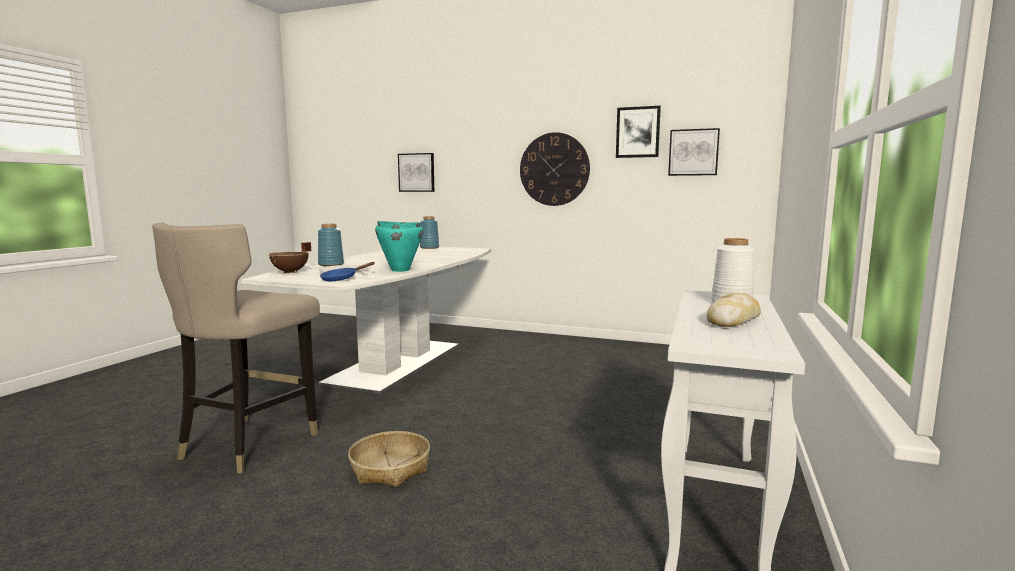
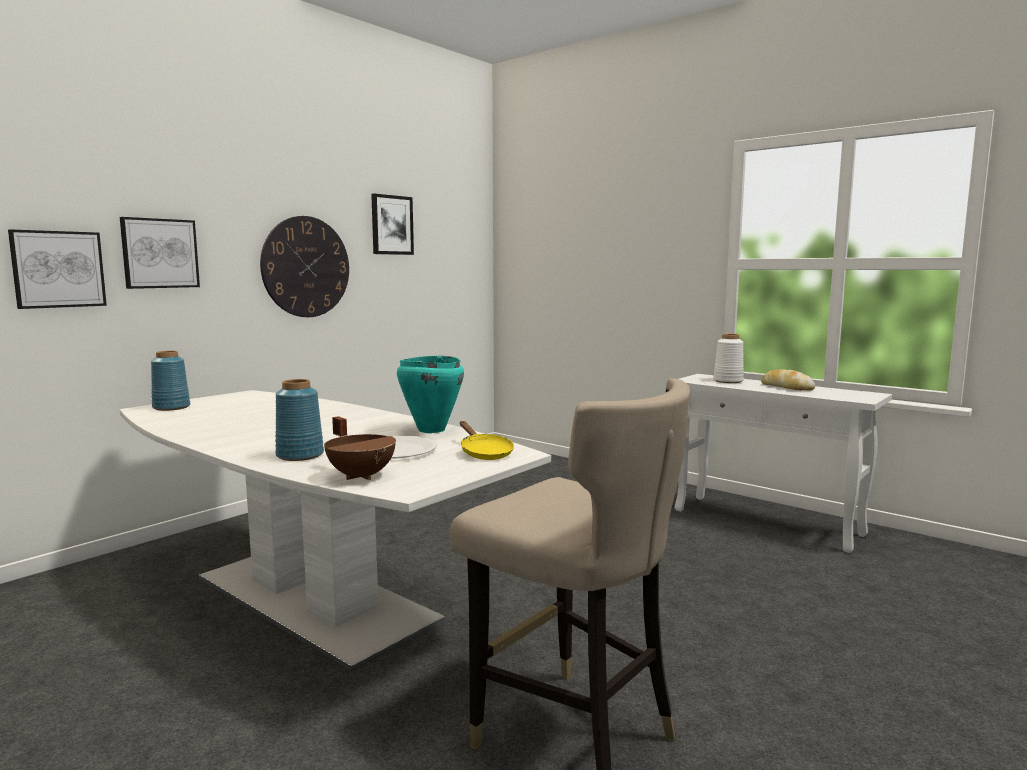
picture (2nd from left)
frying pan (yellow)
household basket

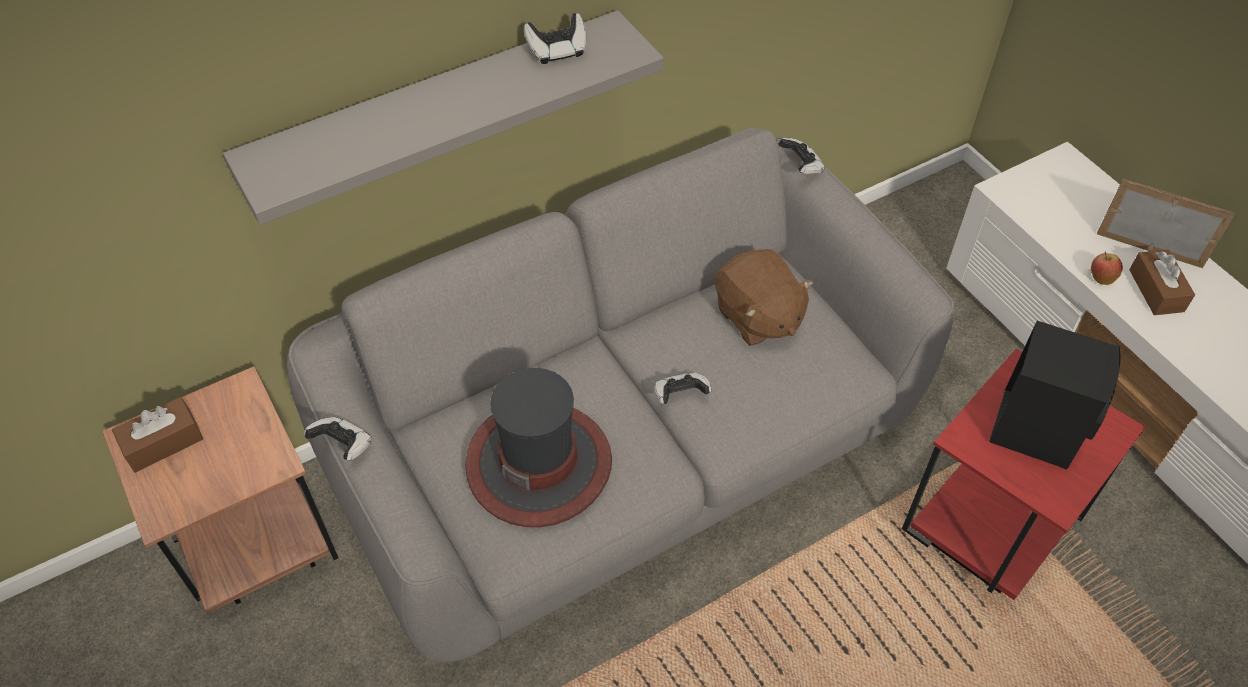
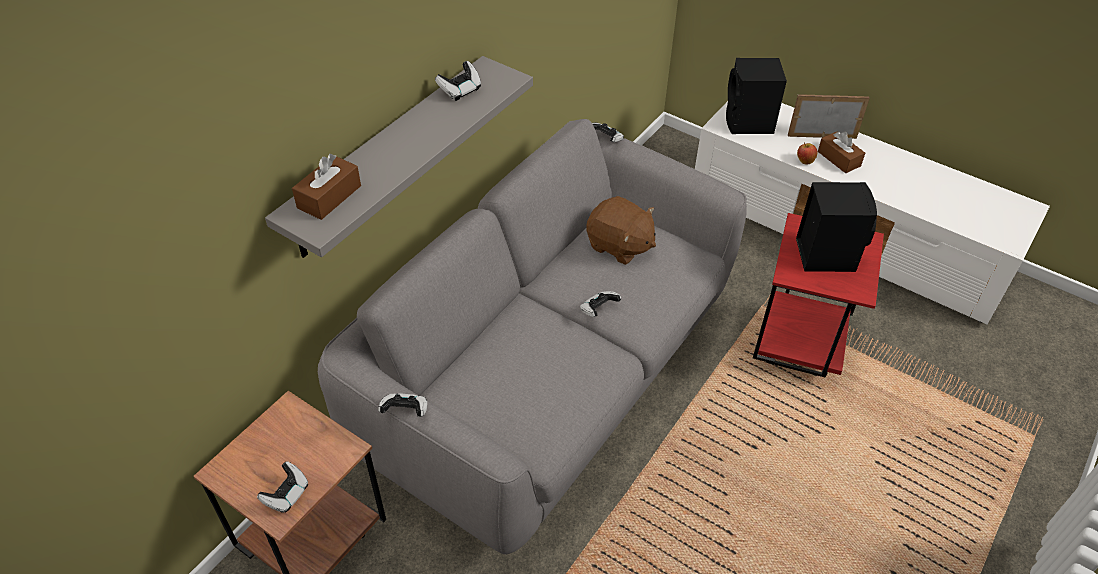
joypad (1st from left)
tissue holder (brownish) (1st from left)
loudspeaker (black-coloured) (1st from left)
wearable hat

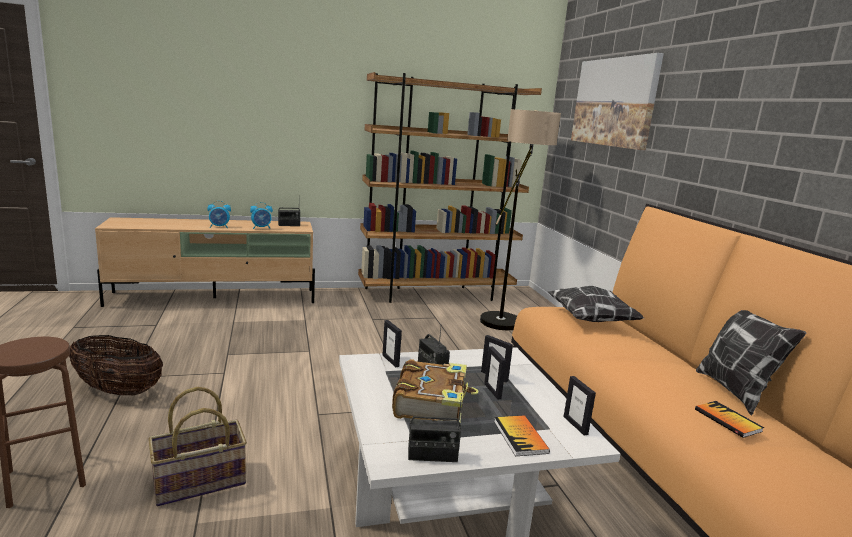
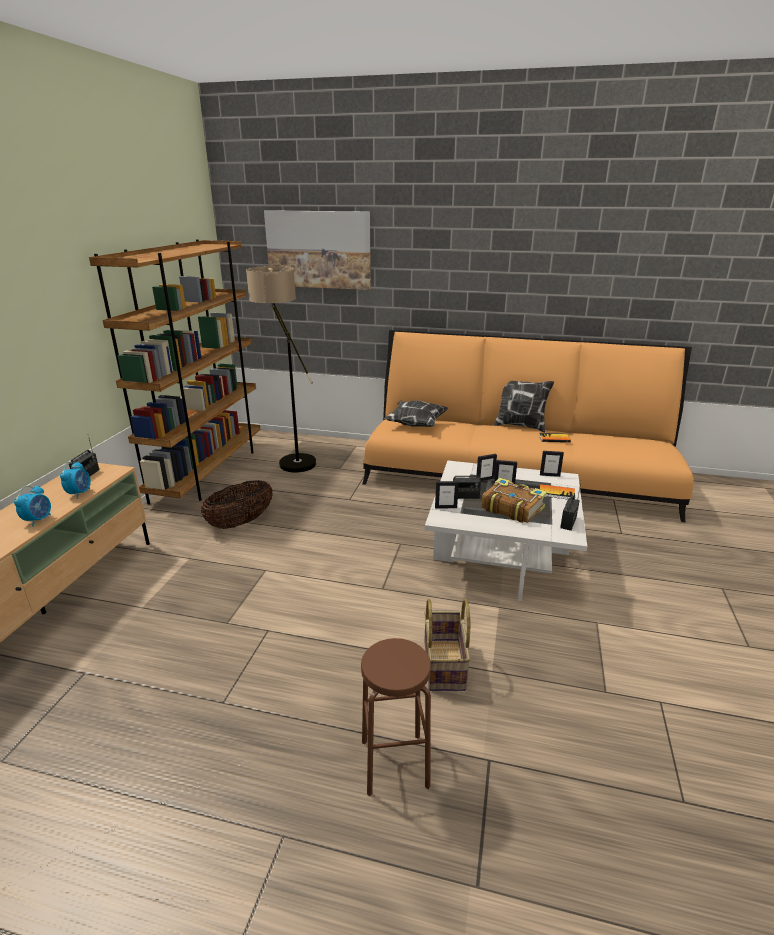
household basket (1st from left)

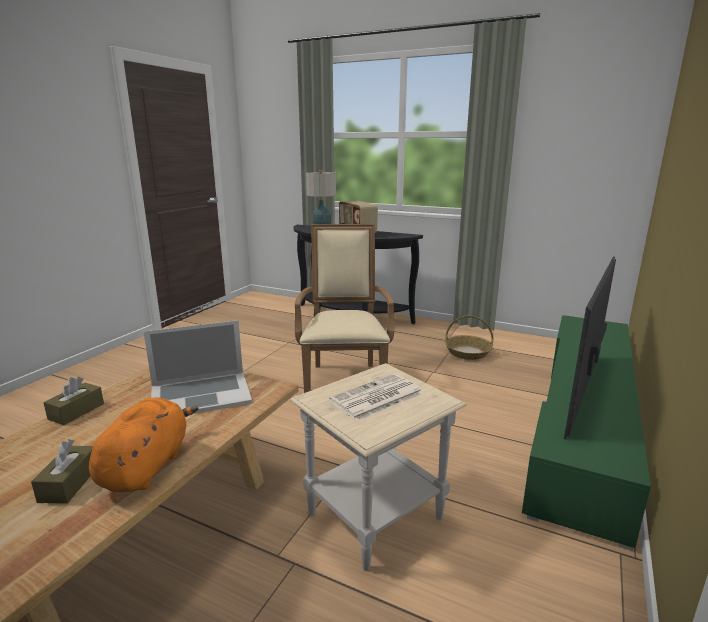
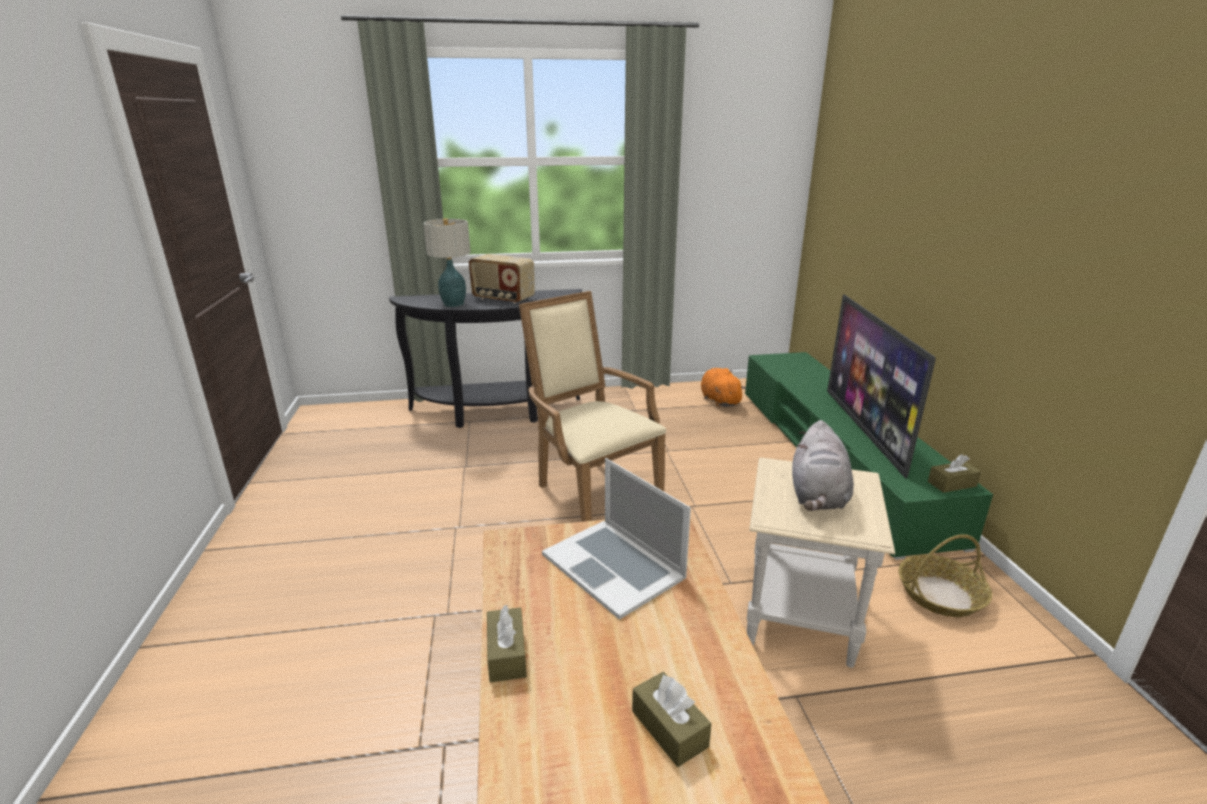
laptop
soft toy (orange)
soft toy (grey)
household basket
tissue holder (brownish) (3rd from left)

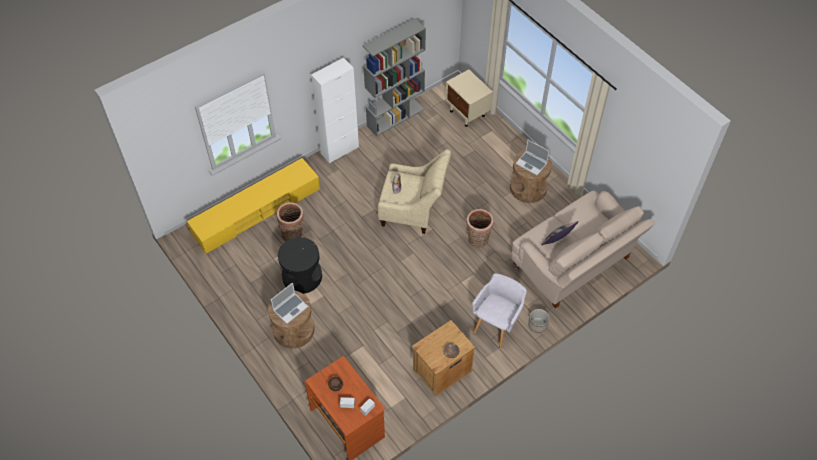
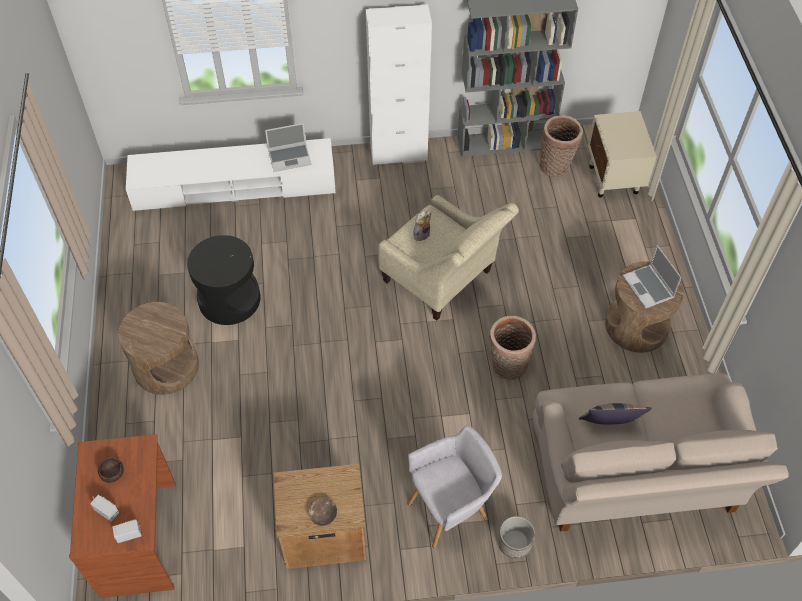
tv unit (whitish)
laptop (1st from left)
household basket (2nd from left)

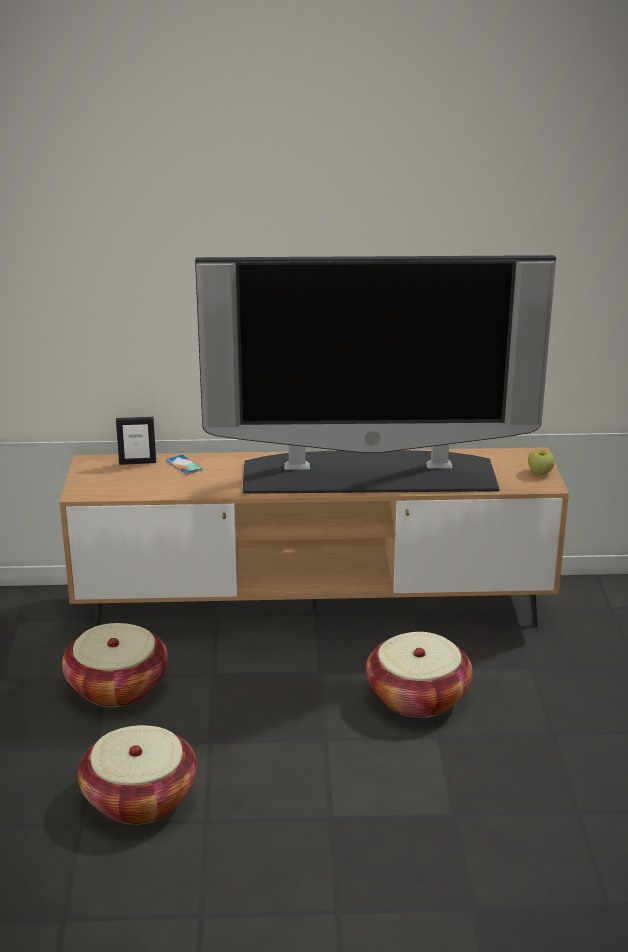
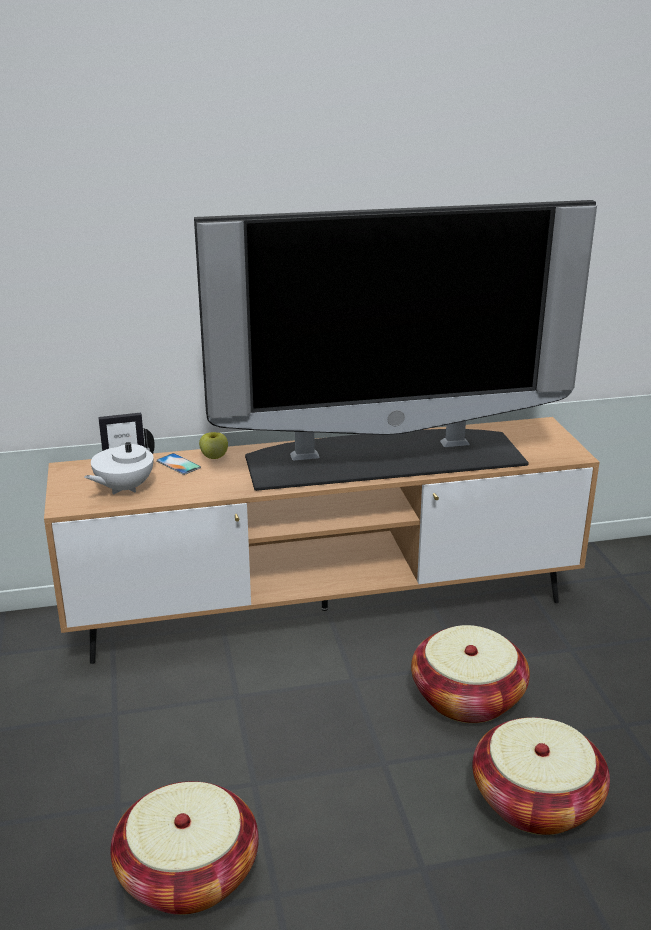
tea pot (whitish)
apple fruit
household basket (3rd from left)

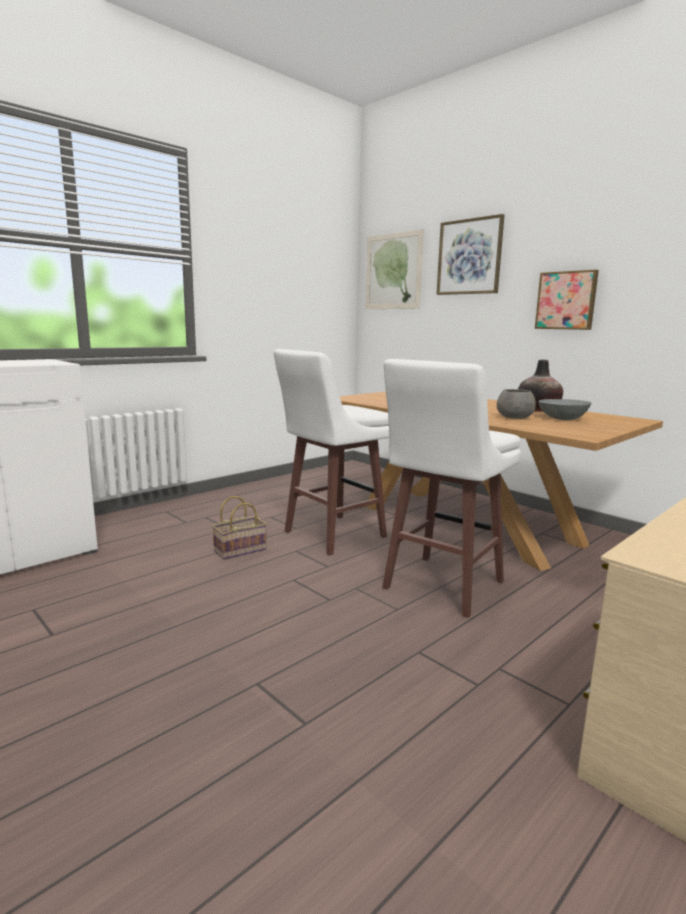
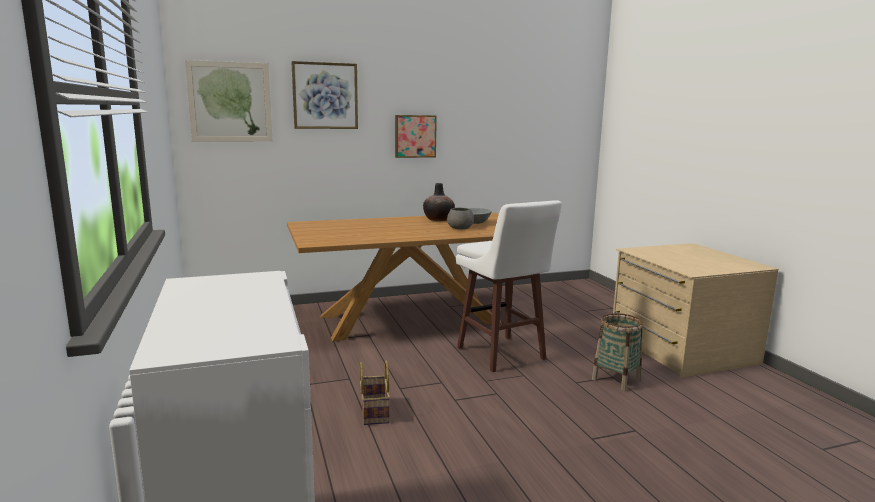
household basket (2nd from left)
stool (whitish) (1st from left in the first image)

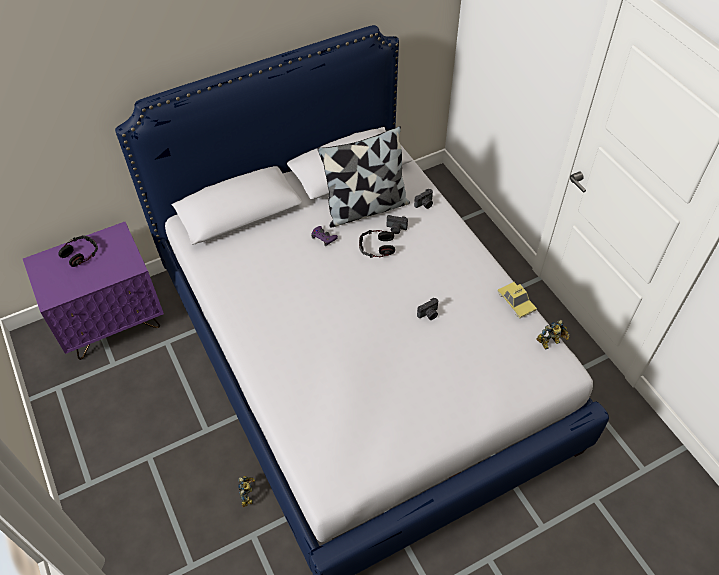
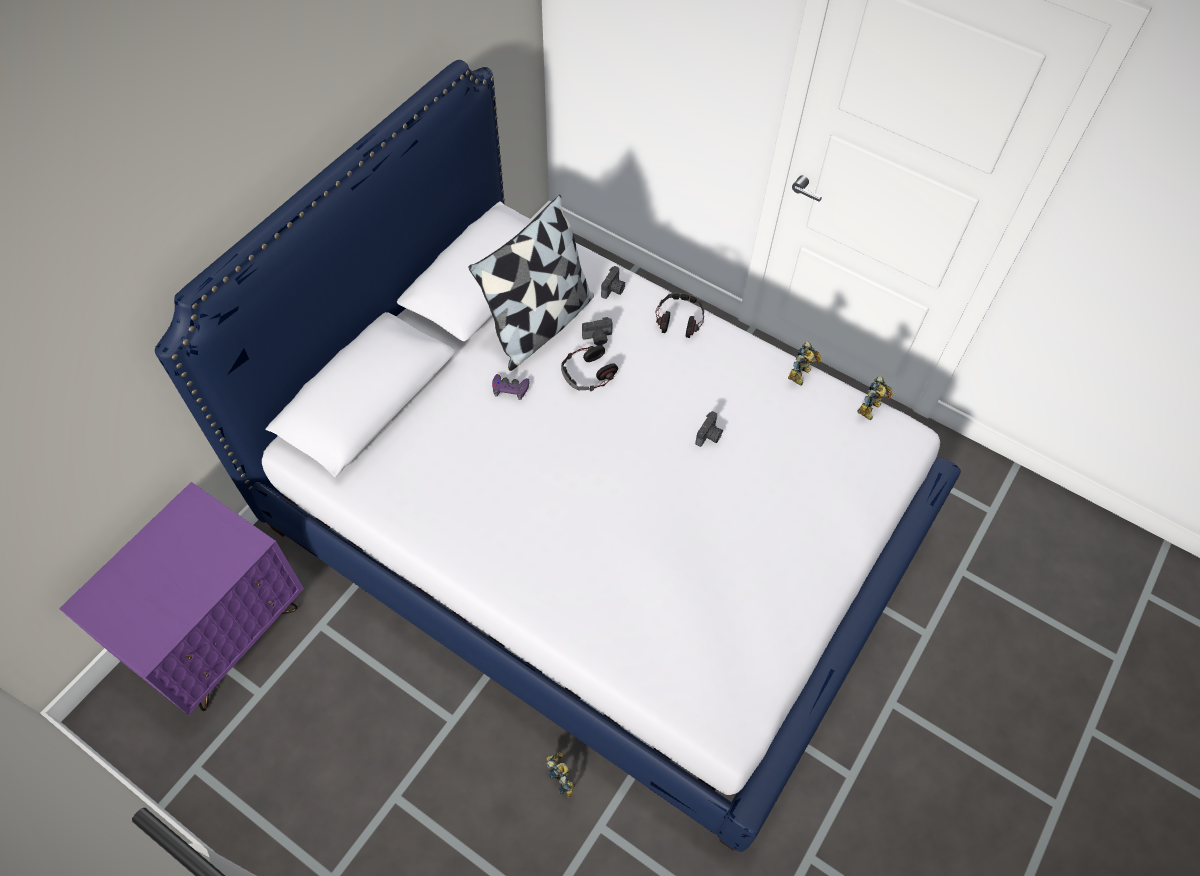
headset (2nd from left)
model robot (2nd from left)

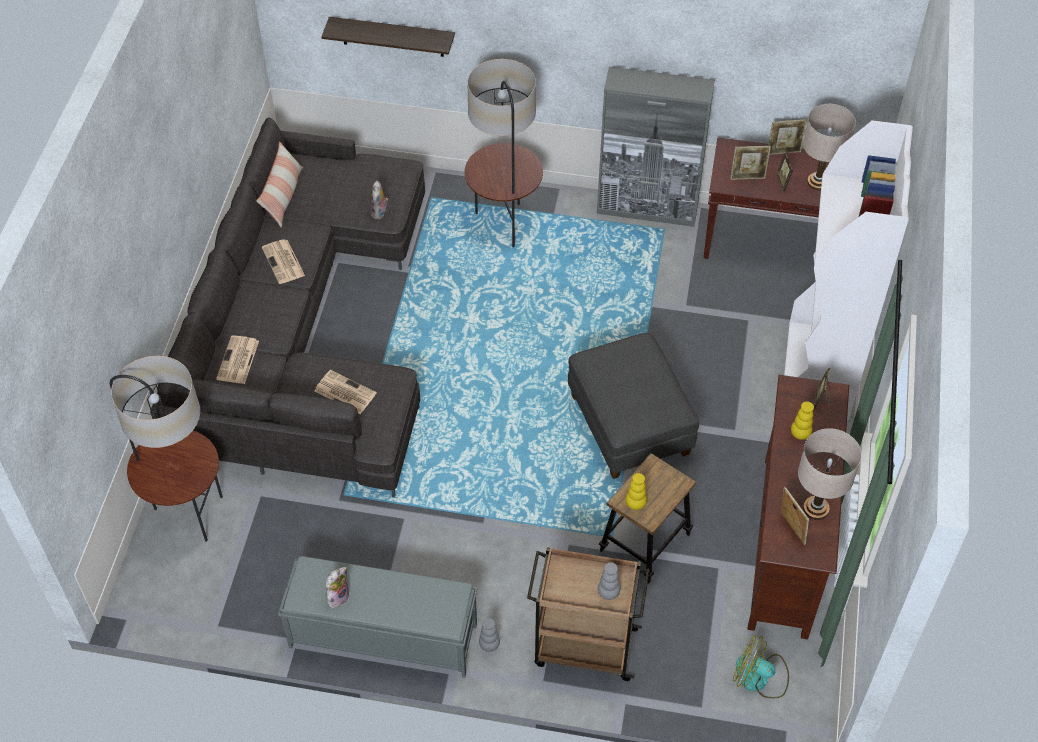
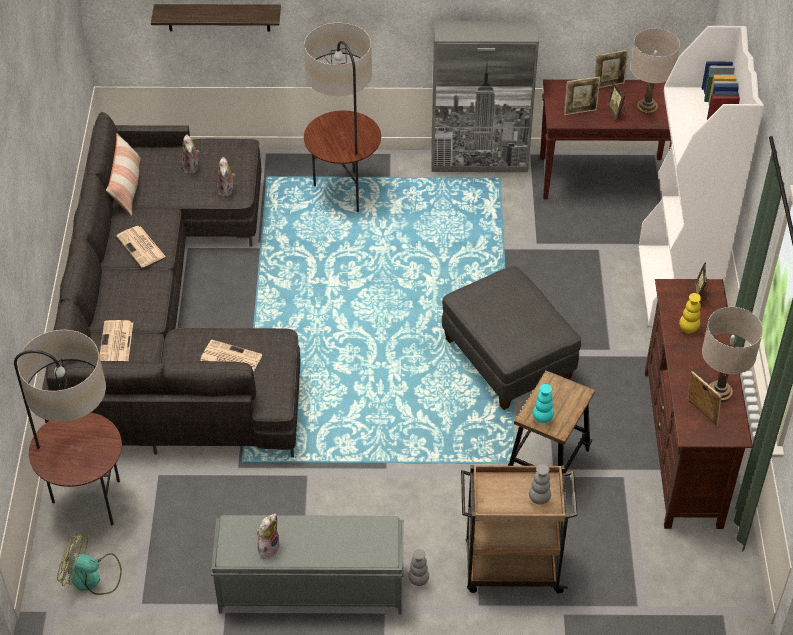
electric fan
soft toy (1st from left)
decorative vase (turquoise)

